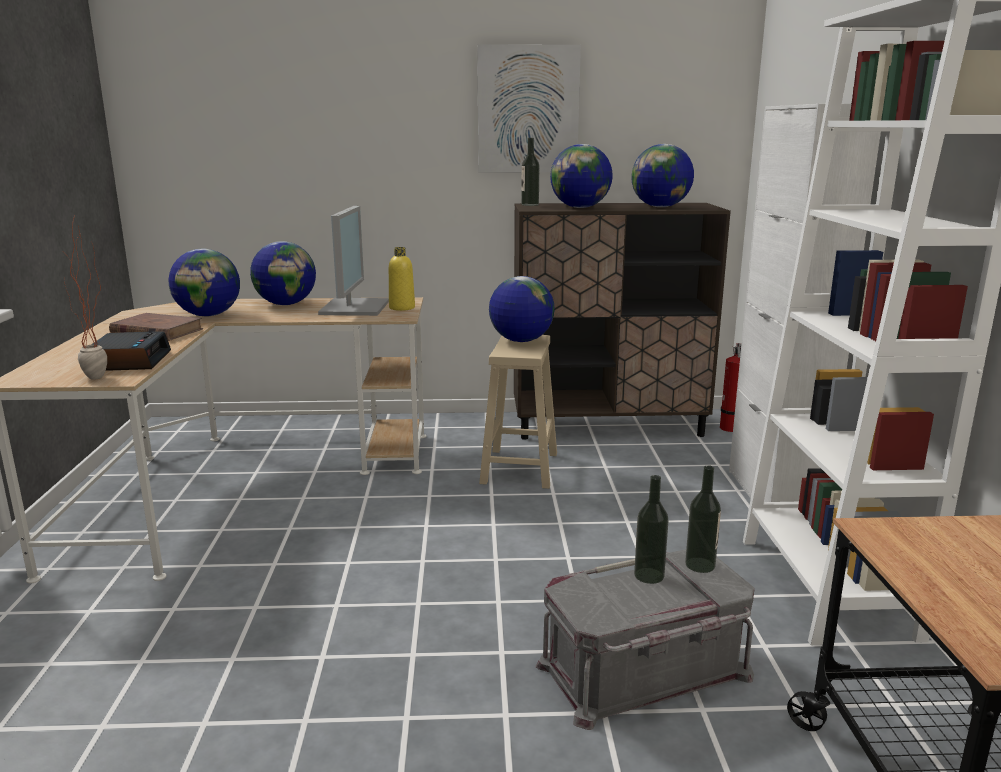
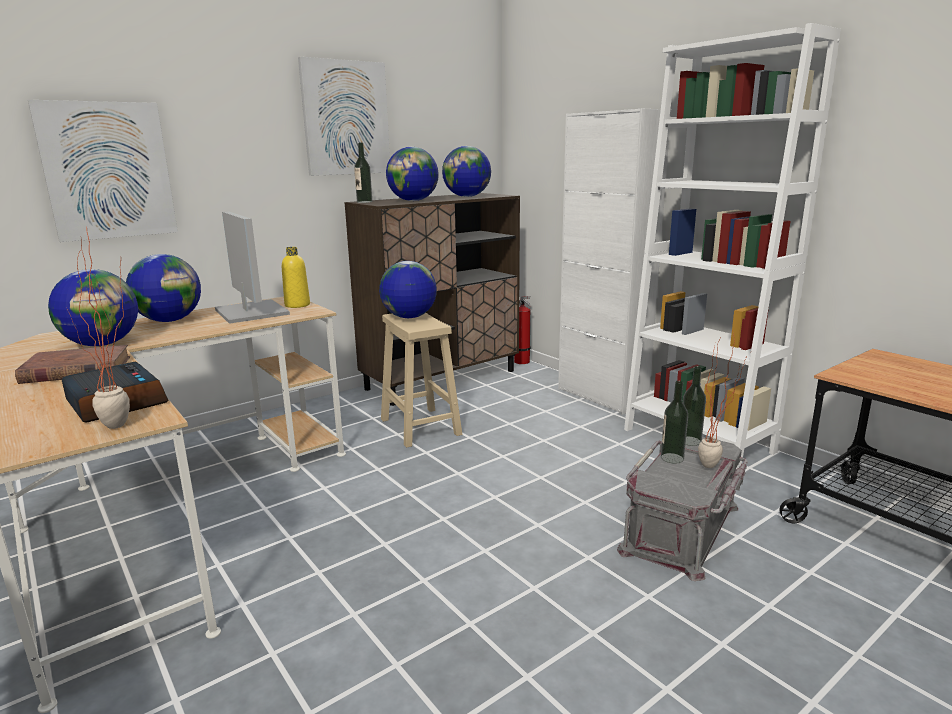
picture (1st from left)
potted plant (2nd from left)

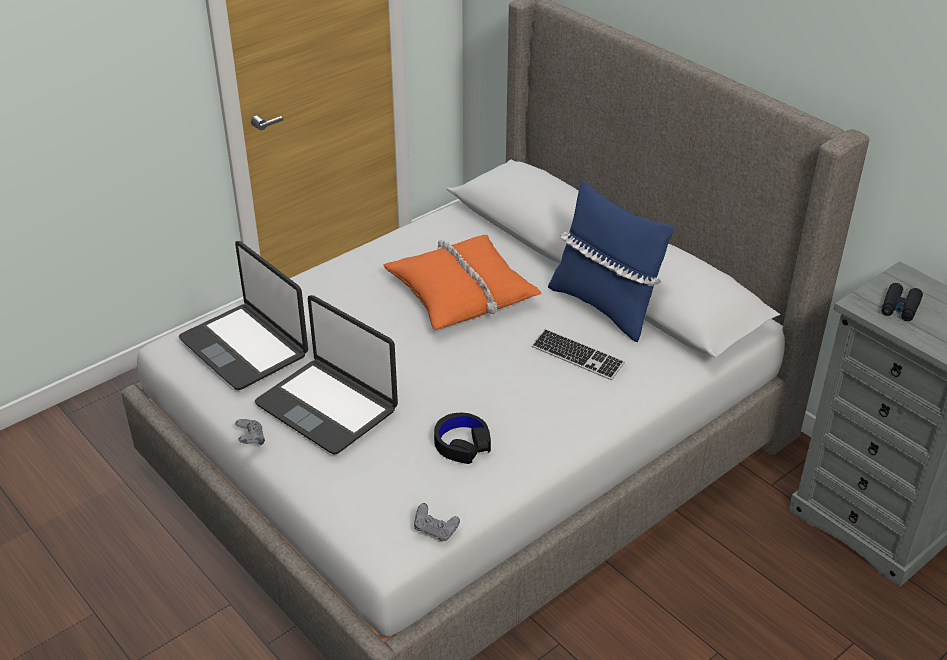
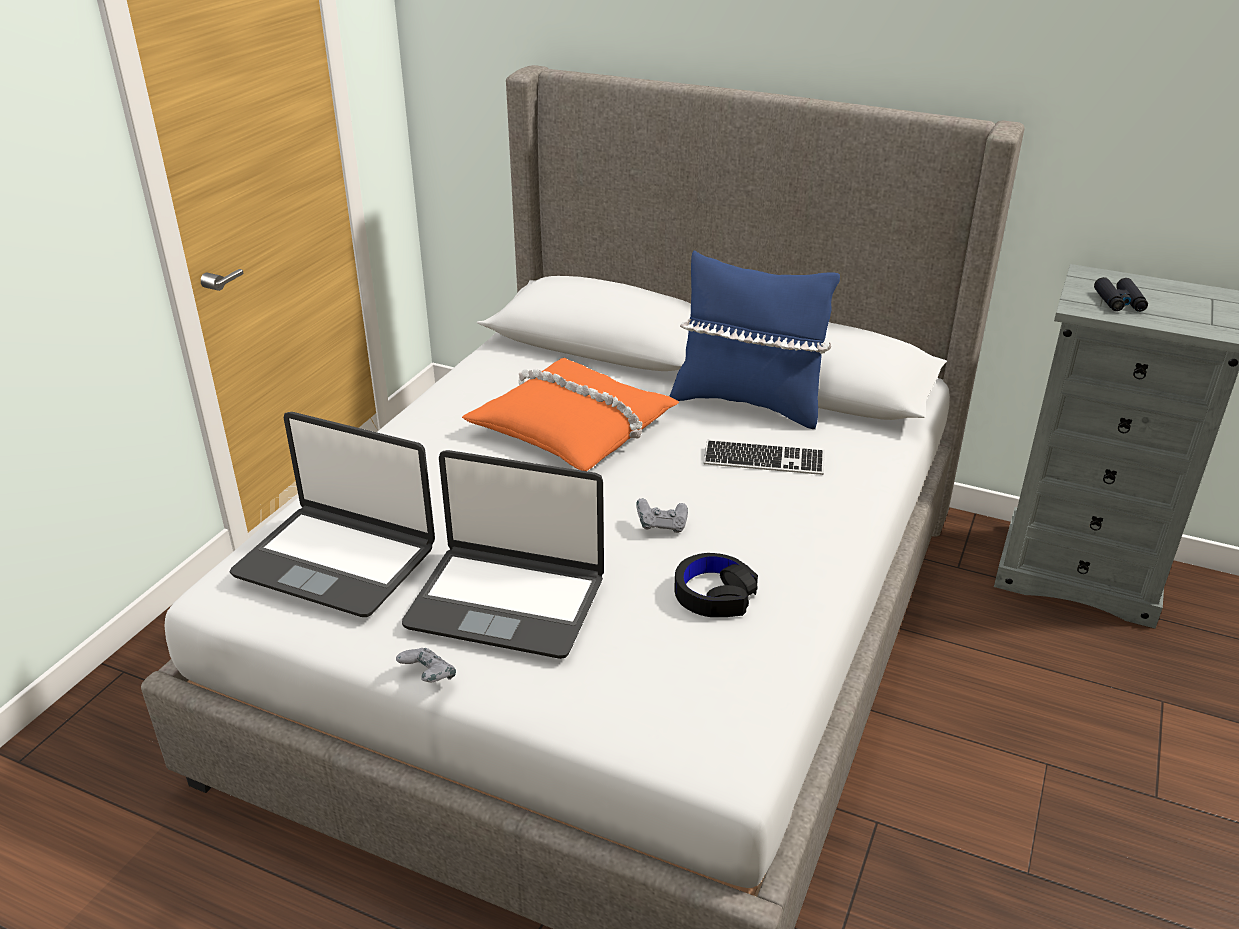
joypad (grey) (2nd from left)

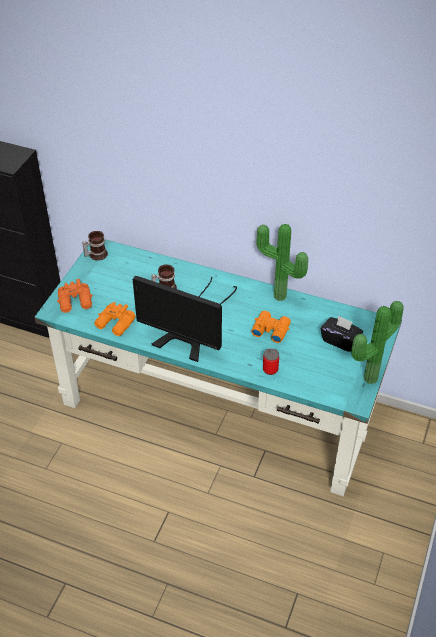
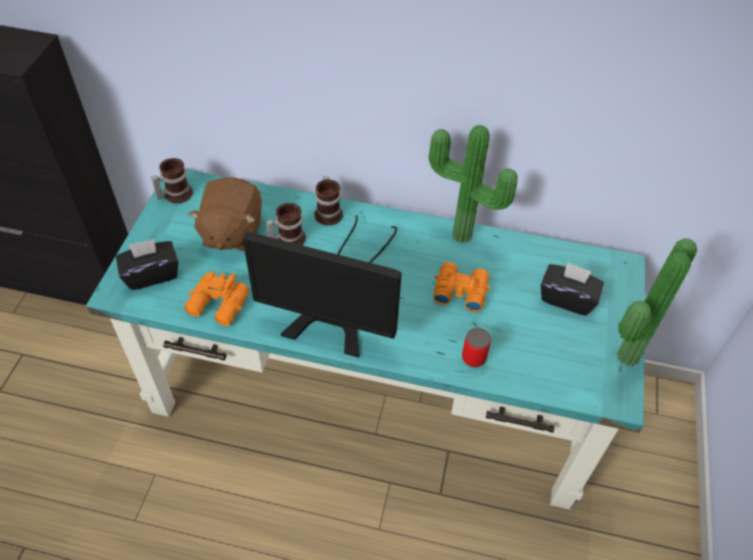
tissue holder (black-coloured) (1st from left)
soft toy (brownish)
mug (3rd from left)

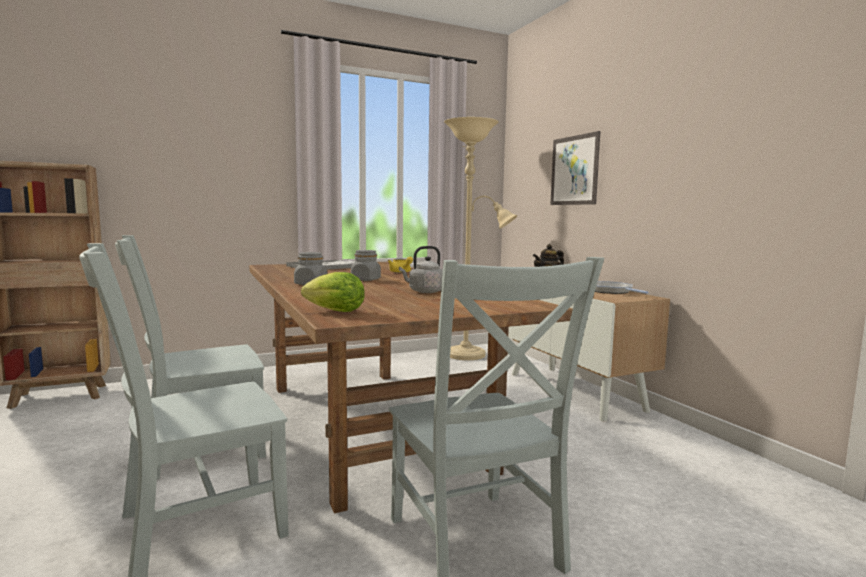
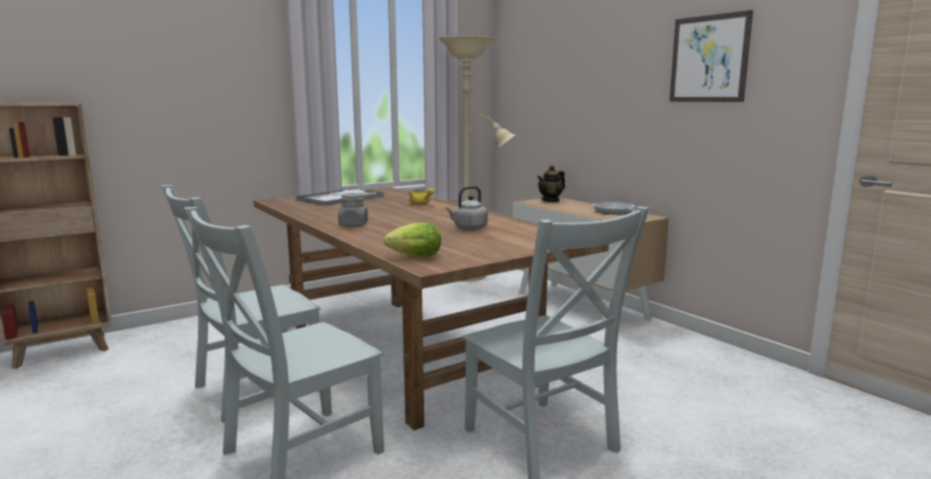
picture
jar (grey) (2nd from left in the first image)

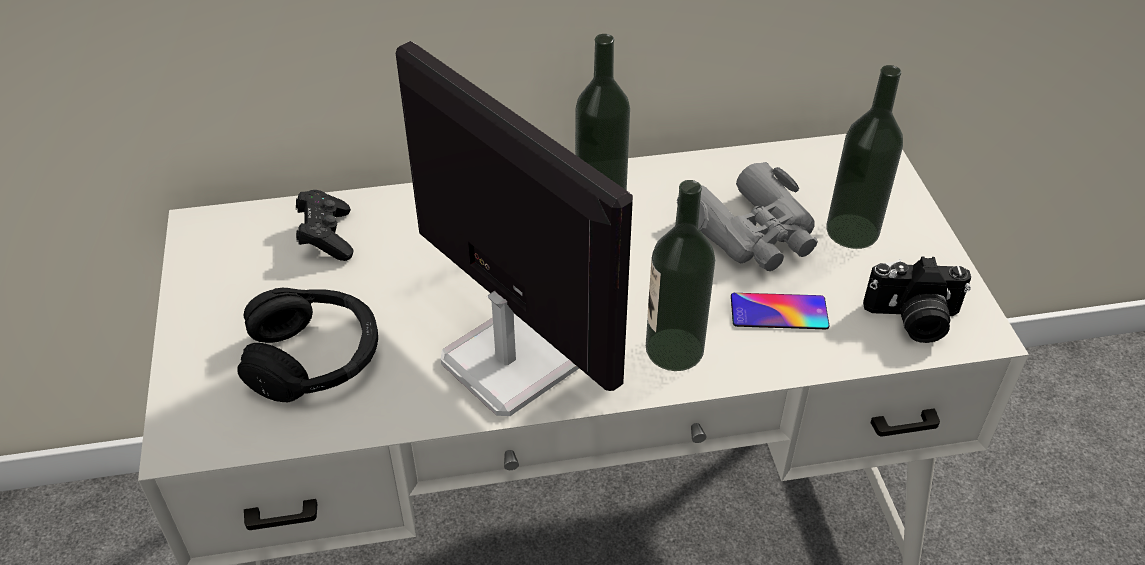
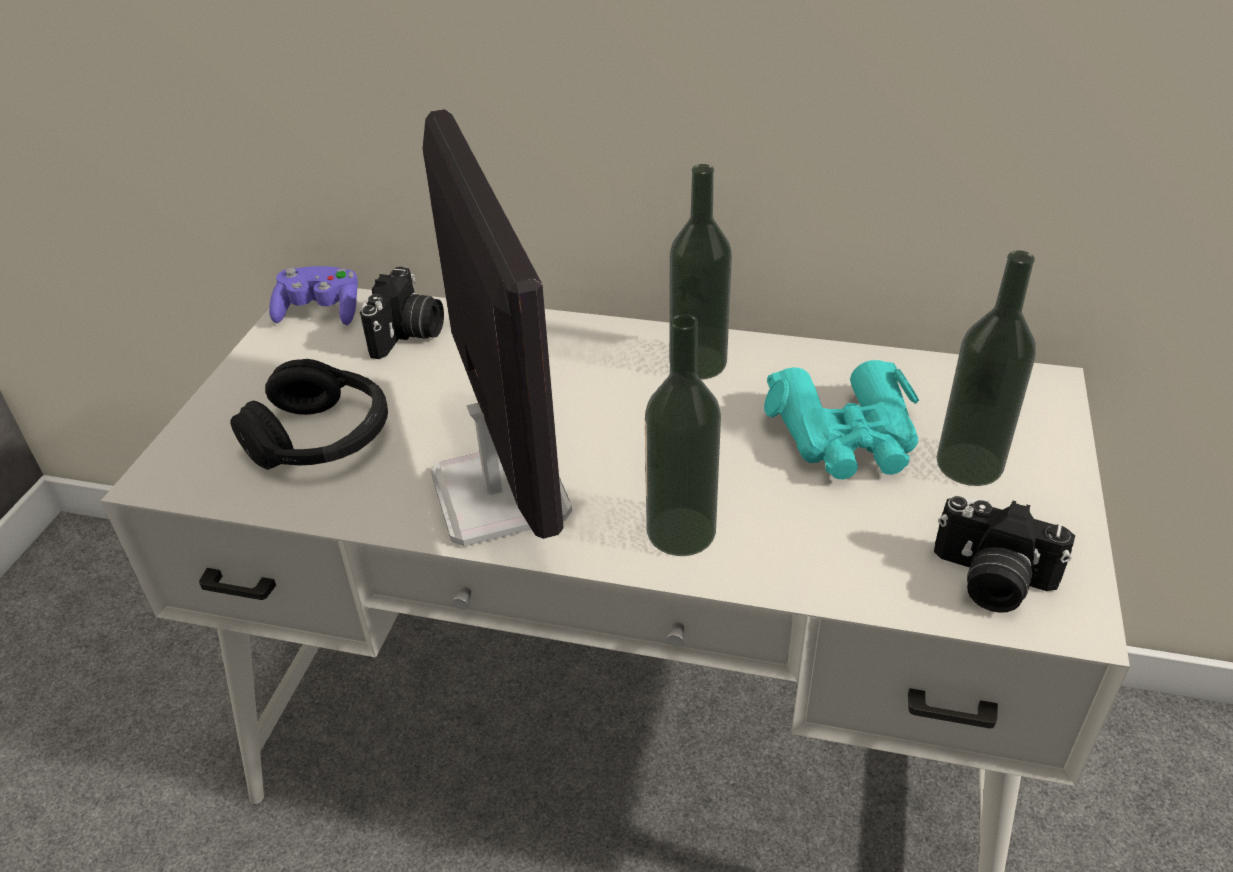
joypad (purple)
photo camera (1st from left)
field glasses (turquoise)
phone

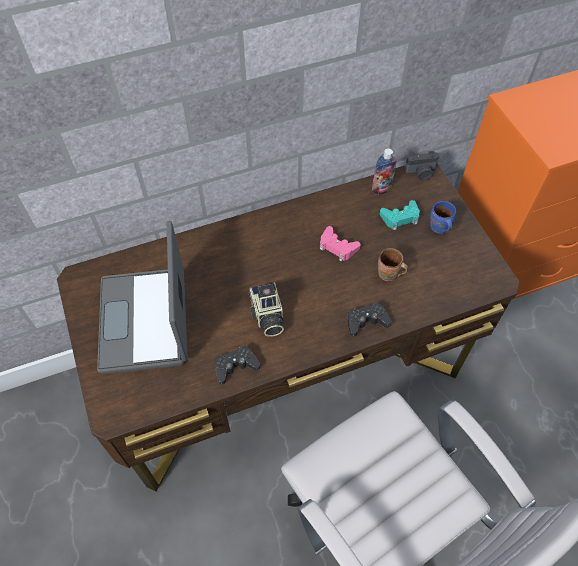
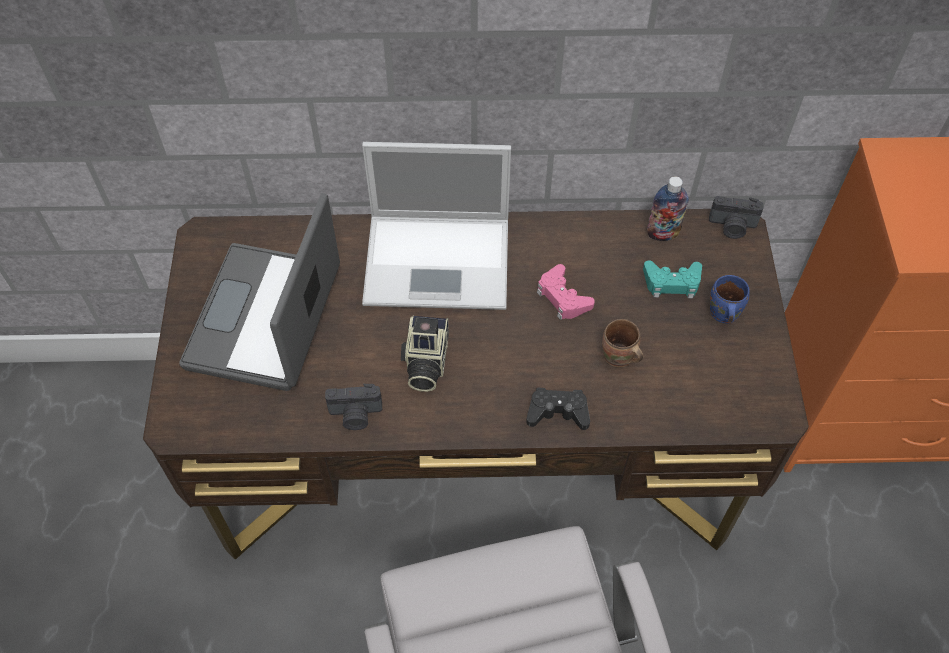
photo camera (1st from left)
laptop (2nd from left)

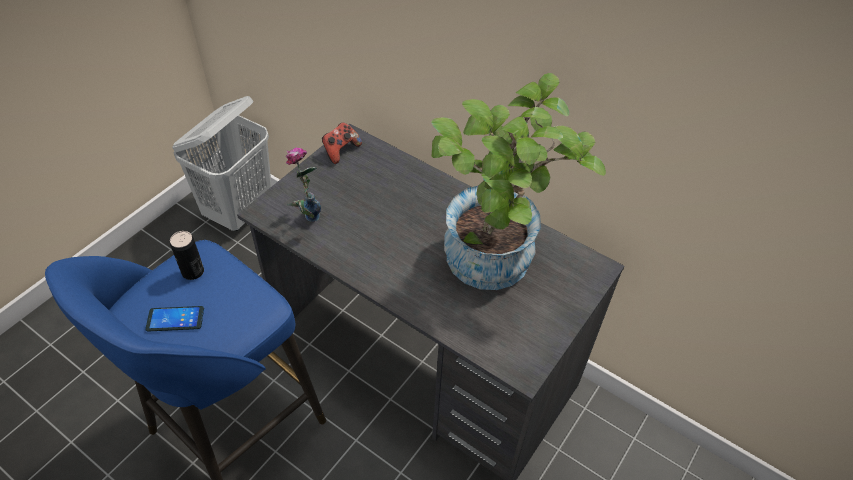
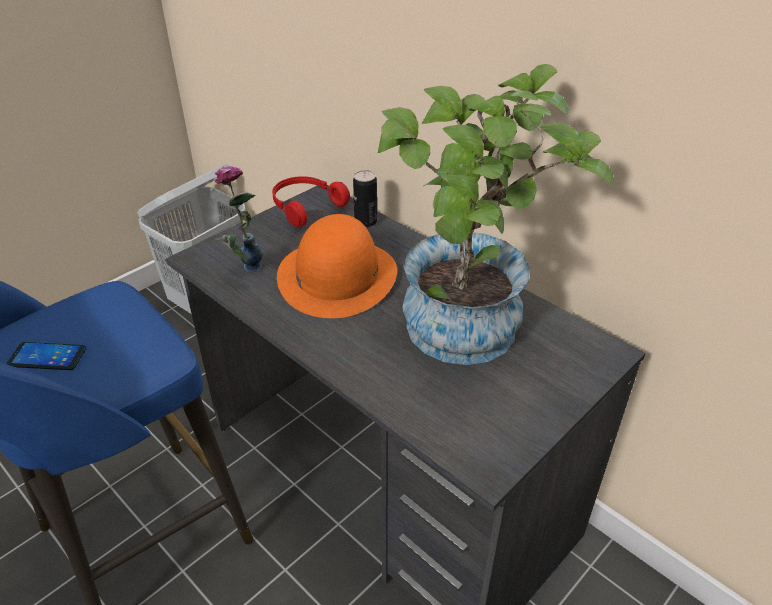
headset (red-coloured)
wearable hat (orange)
metal can

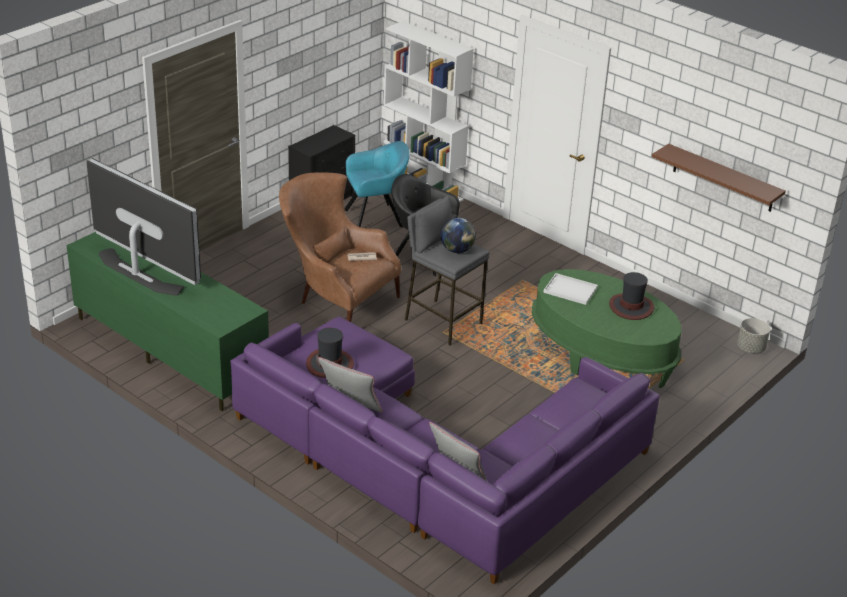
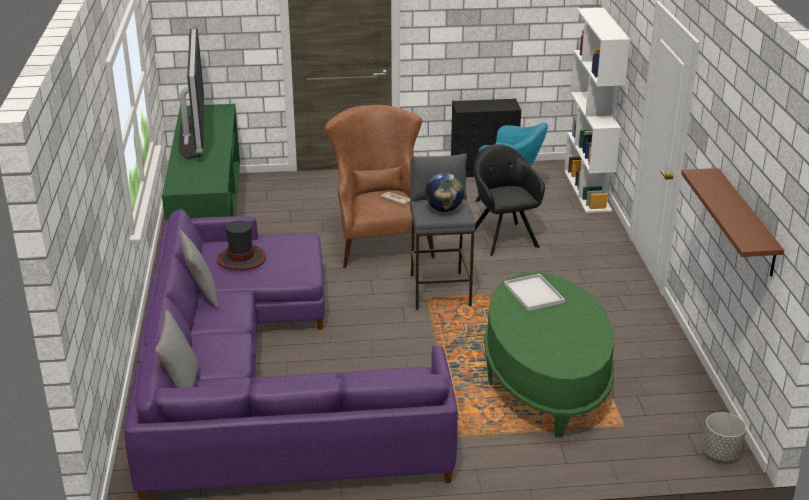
wearable hat (2nd from left in the first image)

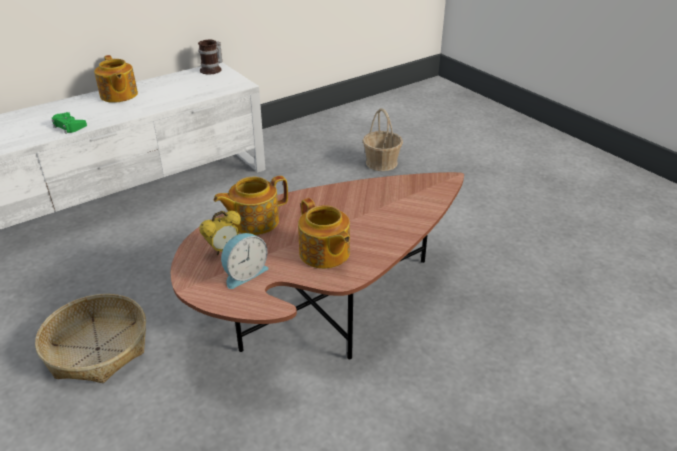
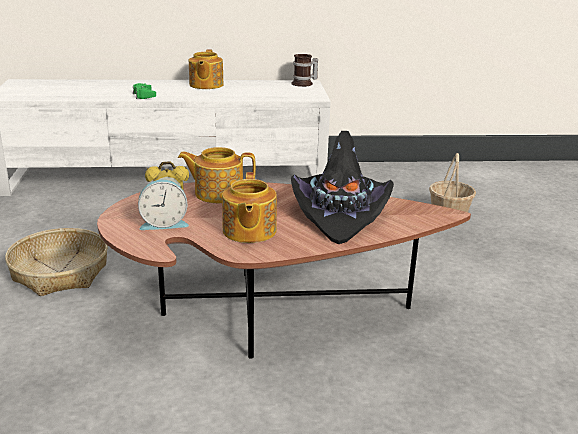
wearable hat (black-coloured)

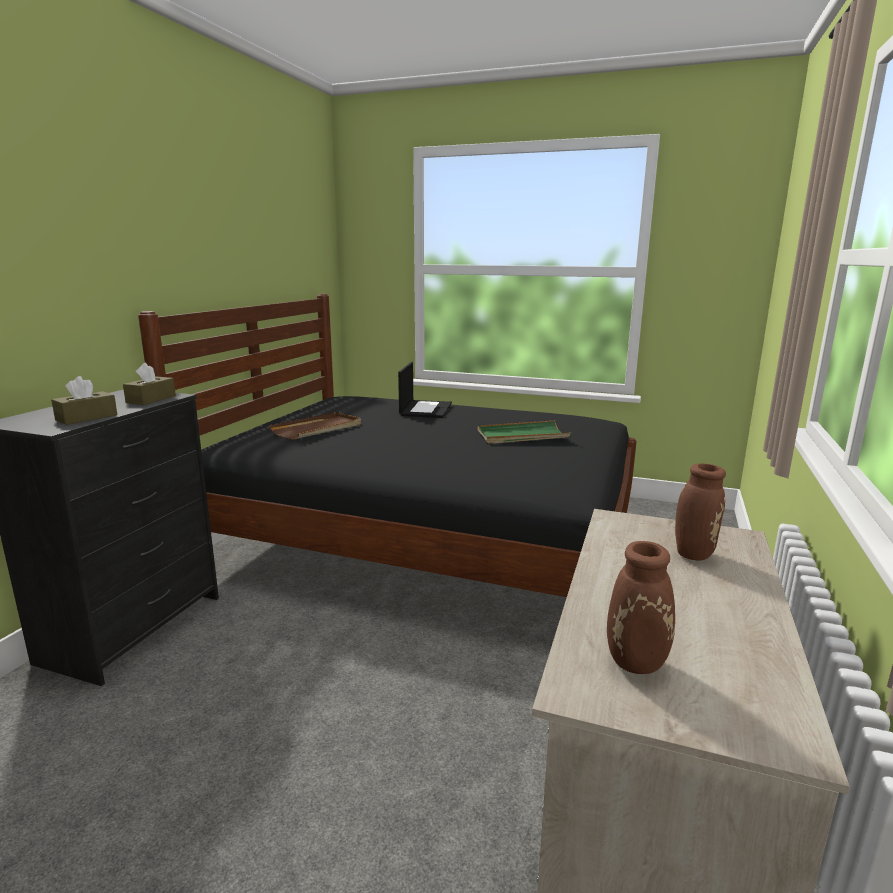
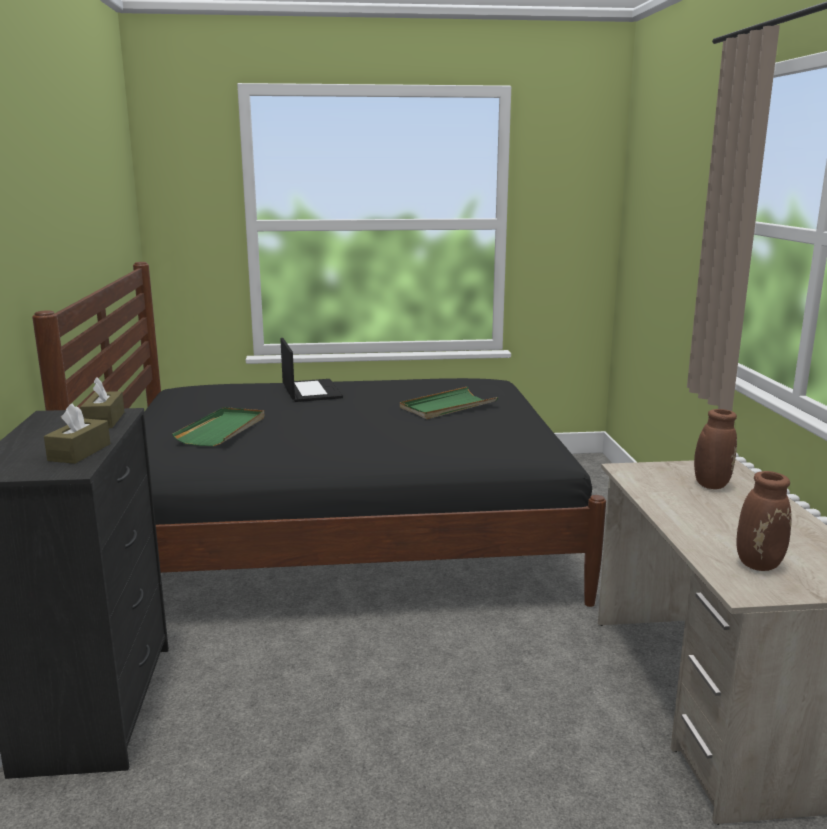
serving tray (green) (1st from left)

